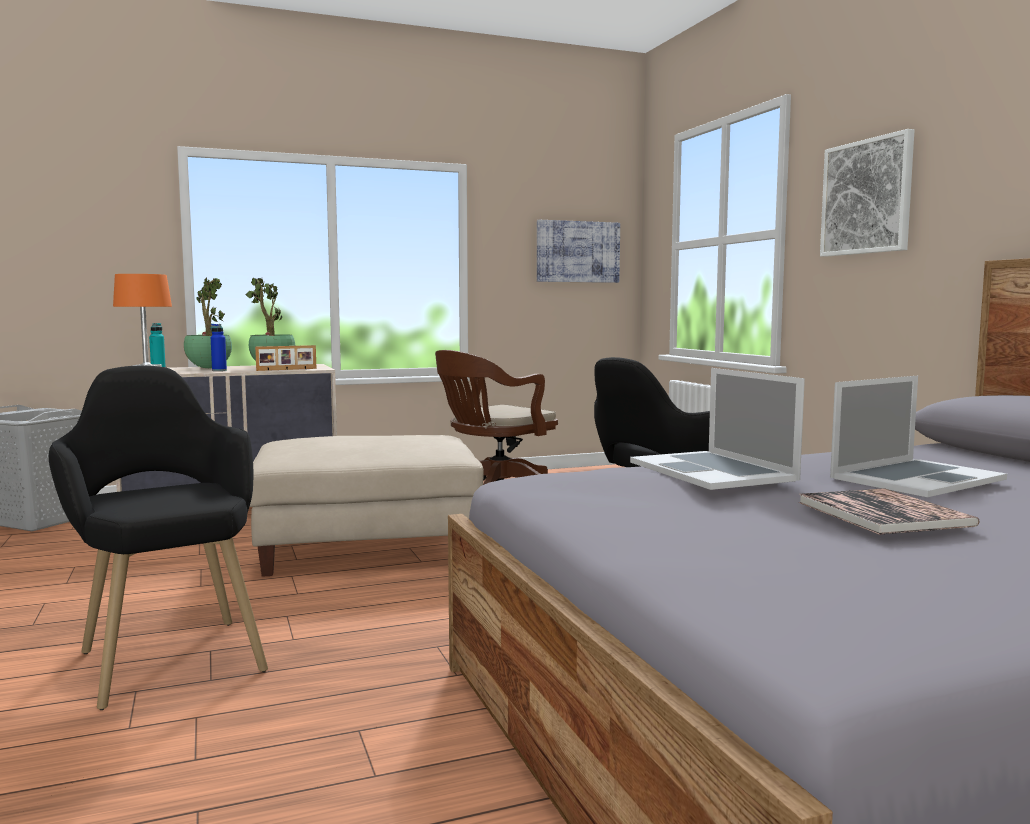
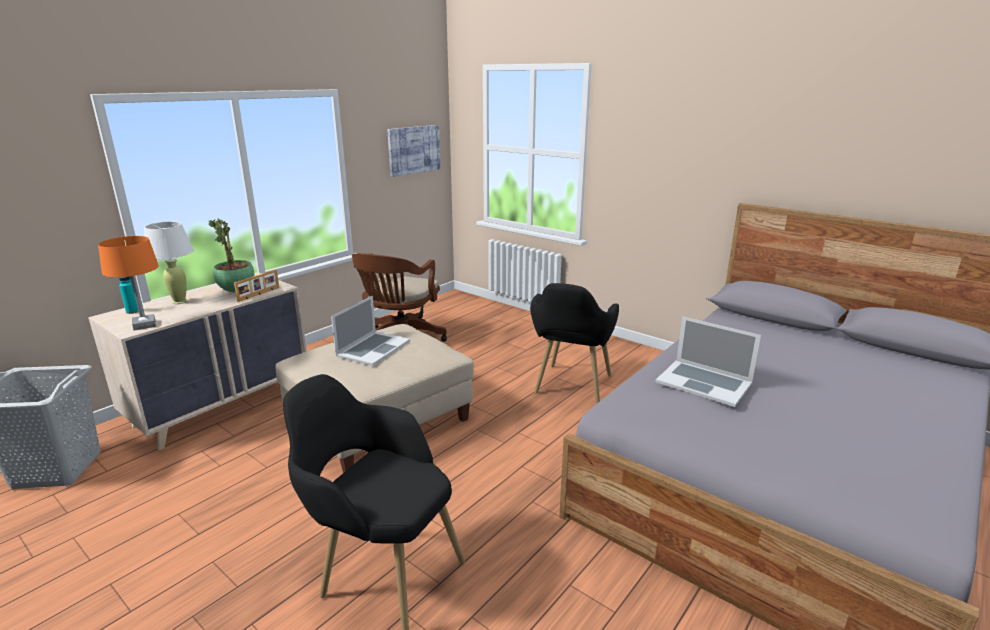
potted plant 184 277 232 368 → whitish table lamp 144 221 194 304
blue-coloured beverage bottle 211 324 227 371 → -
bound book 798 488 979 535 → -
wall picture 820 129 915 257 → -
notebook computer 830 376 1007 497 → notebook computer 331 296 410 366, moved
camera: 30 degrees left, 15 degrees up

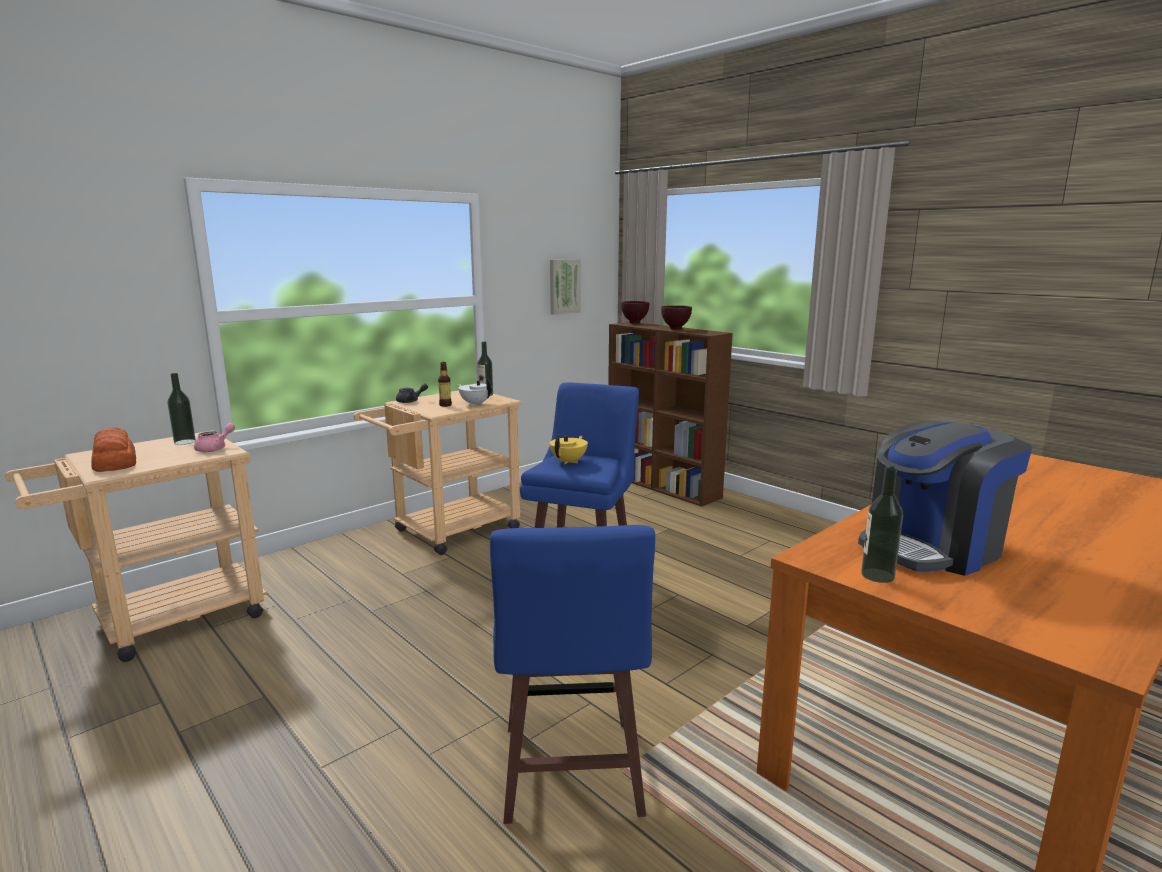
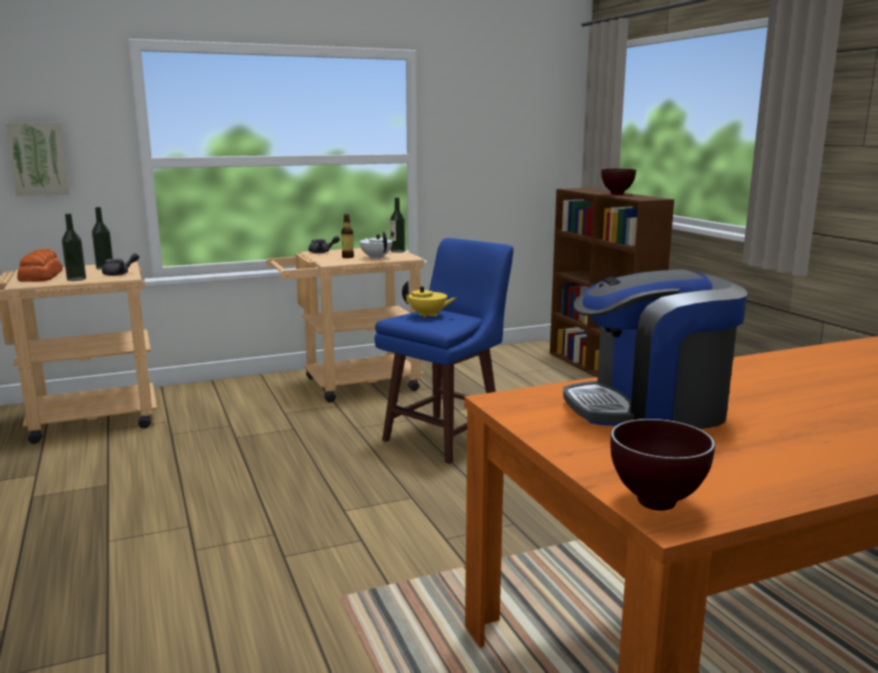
pinkish pot for tea 194 423 235 452 → greyish pot for tea 102 253 139 276
blue-coloured stool 490 525 655 824 → -
wall picture 550 259 580 315 → wall picture 5 122 69 196, moved
yellow-coloured pot for tea 550 434 588 464 → yellow-coloured pot for tea 402 281 456 318, 60 degrees clockwise
brownish deep dish 621 301 649 323 → brownish deep dish 610 419 715 511, moved
beverage bottle 861 466 903 583 → beverage bottle 62 214 86 281, moved
camera: 20 degrees right, 0 degrees up

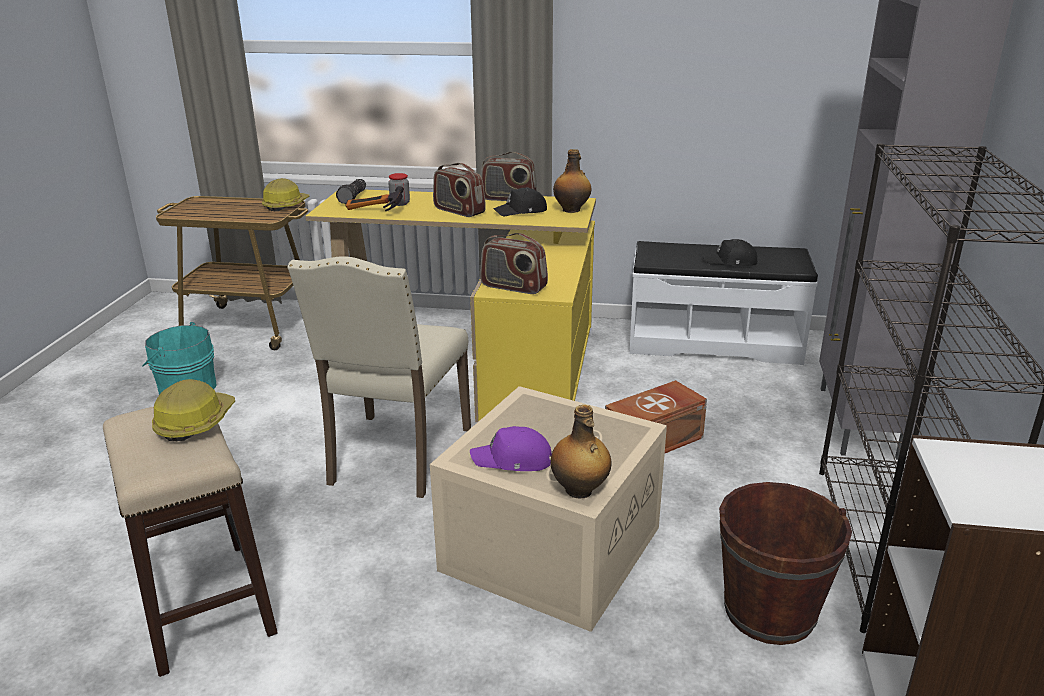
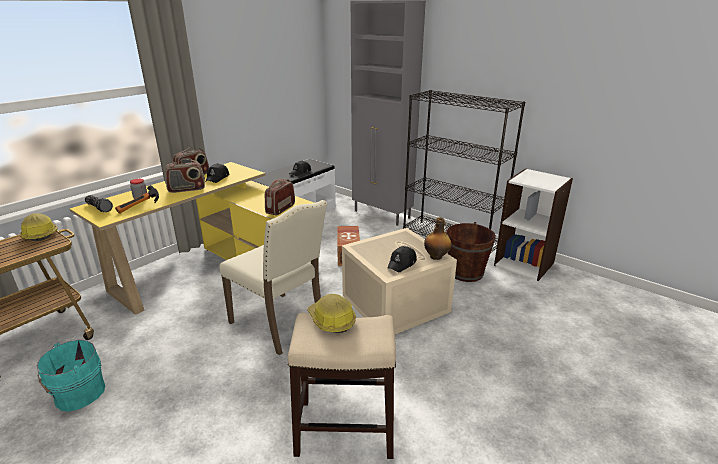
purple-coloured baseball cap 470 426 552 471 → blackish baseball cap 387 246 417 272
radio receiver 480 233 548 294 → radio receiver 265 179 295 216, 150 degrees clockwise
beverage bottle 553 149 591 213 → -
camera: 60 degrees left, 0 degrees up

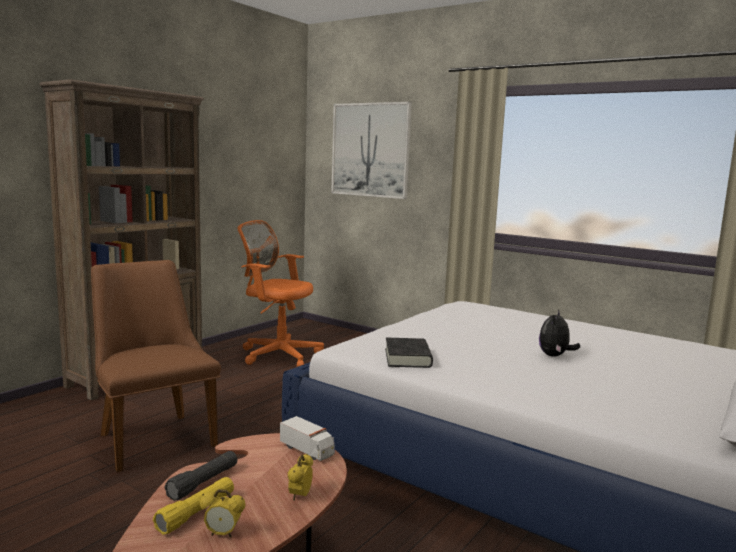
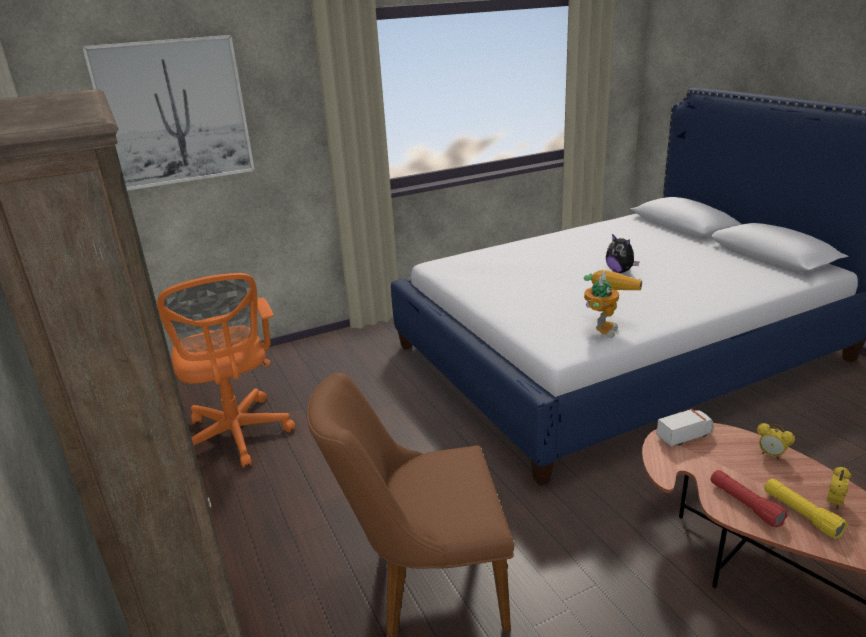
blackish hand torch 164 451 237 501 → red hand torch 711 470 788 528
orange-coloured office chair 238 220 324 367 → orange-coloured office chair 157 273 296 468, 75 degrees counterclockwise
blackish bound book 385 338 433 368 → model robot 584 270 642 338
camera: 60 degrees left, 15 degrees up

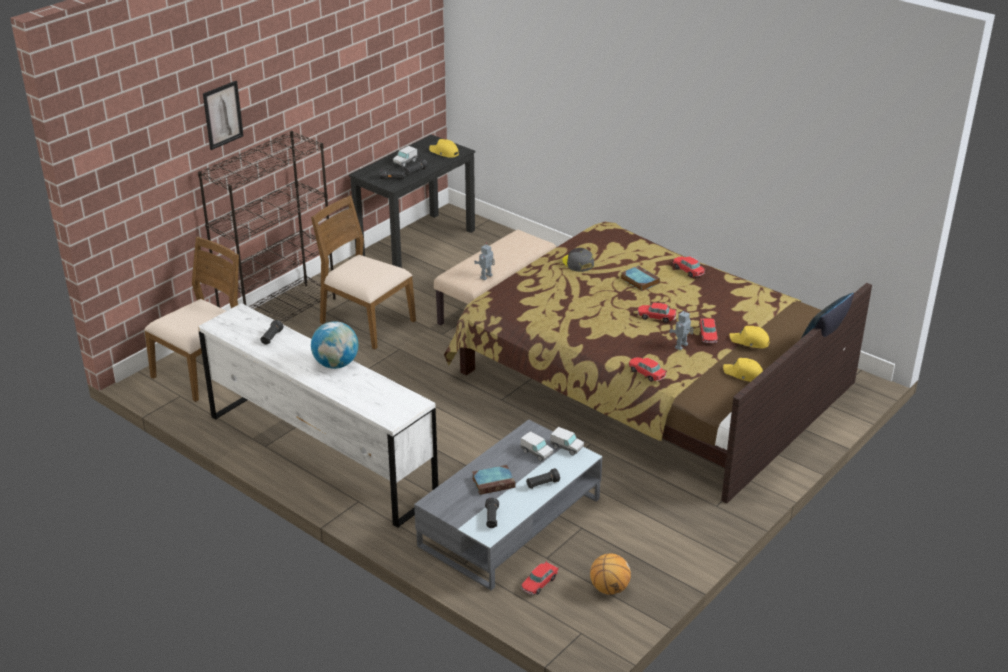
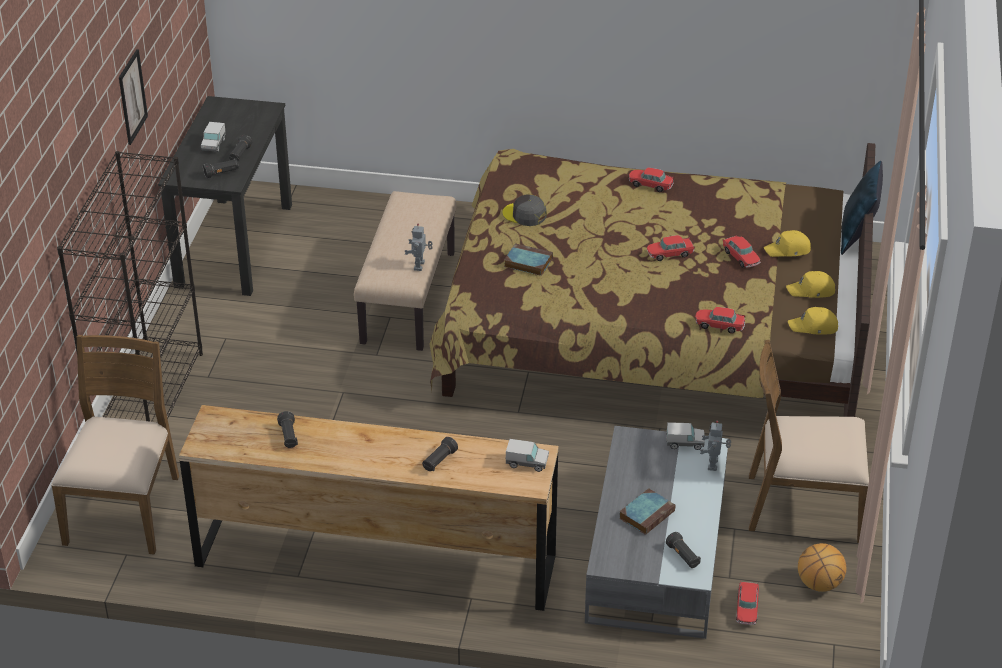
whitish drawer chest 198 303 438 528 → brownish drawer chest 179 405 558 611
wall picture 203 81 243 150 → wall picture 119 49 148 145, moved
brownish upright chair 311 195 416 349 → brownish upright chair 749 340 869 543, moved
desk globe 311 321 358 369 → -
yellow-coloured baseball cap 429 139 459 158 → yellow-coloured baseball cap 788 307 838 335, moved
model truck 521 431 554 461 → model truck 505 439 549 472, moved
blackish hand torch 526 468 560 489 → blackish hand torch 422 437 458 471, moved
bound book 621 266 660 291 → bound book 504 243 553 276, moved
model robot 670 309 694 350 → model robot 700 421 731 471, moved
camera: 30 degrees left, 5 degrees up

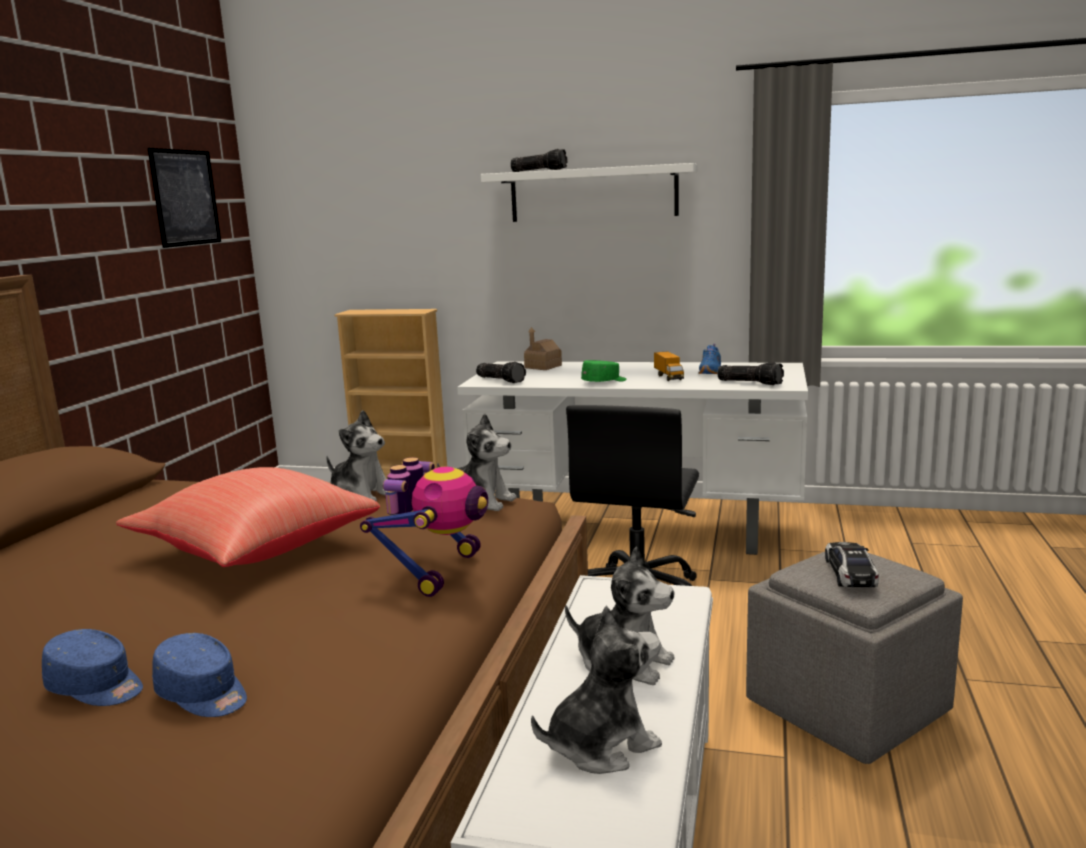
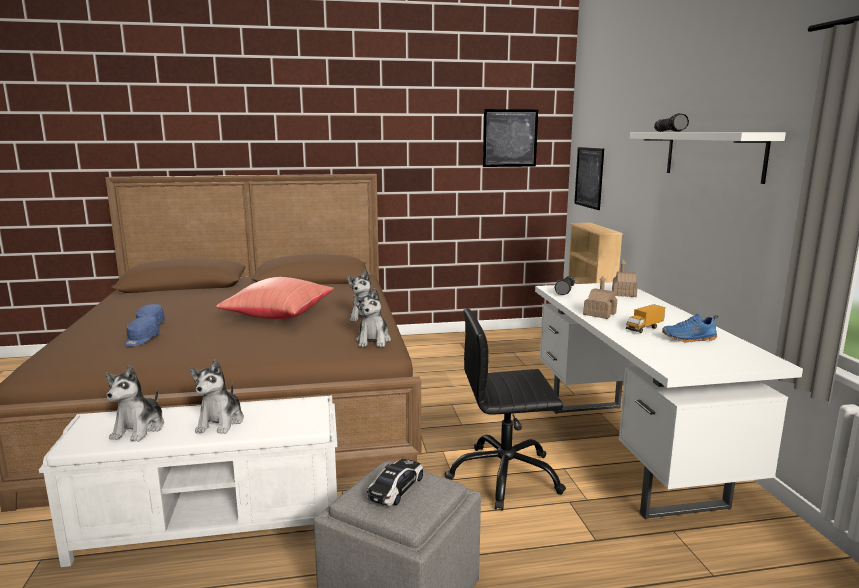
model robot 360 457 488 597 → -
cuddly toy 531 606 662 774 → cuddly toy 106 365 164 442, 60 degrees clockwise
green-coloured baseball cap 581 360 626 382 → toy house 583 276 617 319
hand torch 717 362 784 385 → -
toy car 825 542 879 587 → toy car 367 459 423 506, 45 degrees counterclockwise
- → wall picture 574 147 604 210
camera: 65 degrees right, 0 degrees up

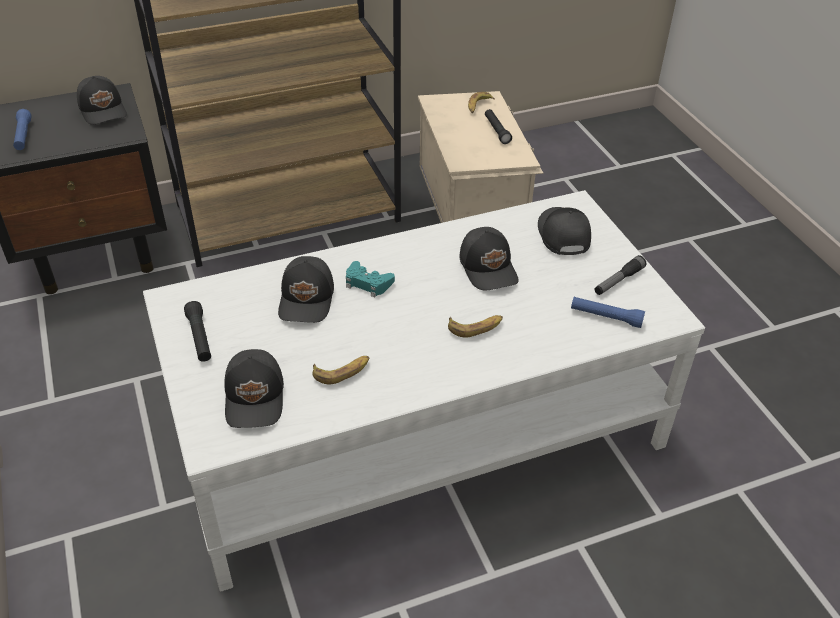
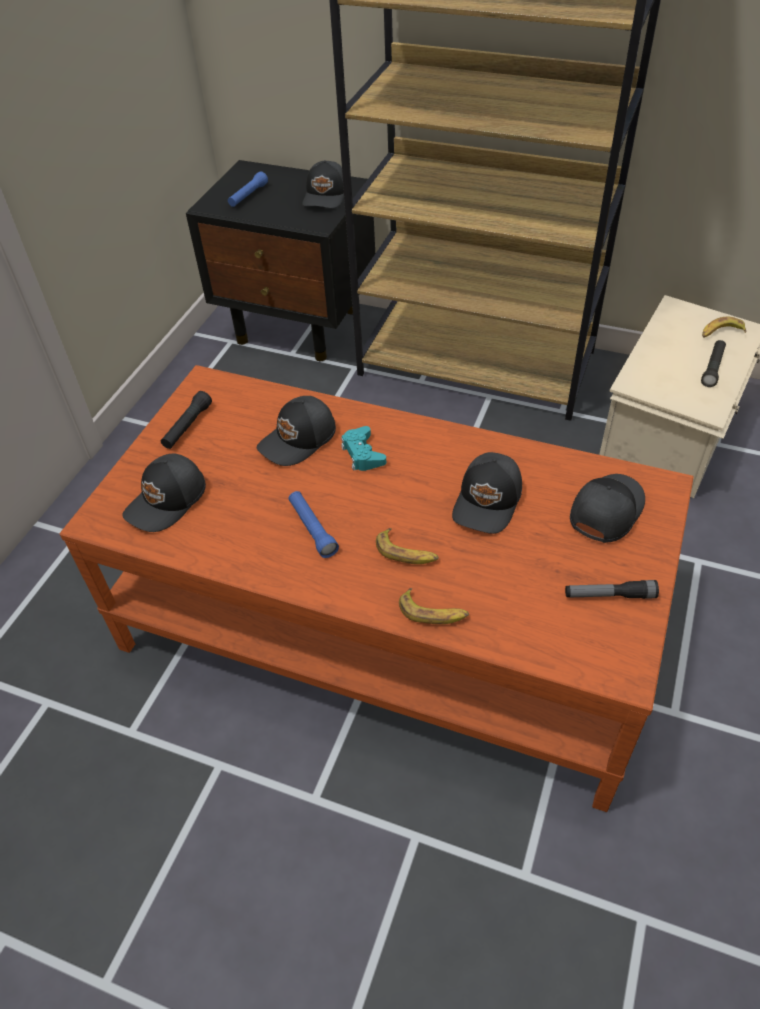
whitish coffee table 143 190 705 592 → brownish coffee table 59 365 694 812
whole banana 313 356 369 384 → whole banana 399 588 469 624, moved
blue-coloured hand torch 571 297 645 328 → blue-coloured hand torch 288 491 339 558, moved
camera: 45 degrees right, 5 degrees up

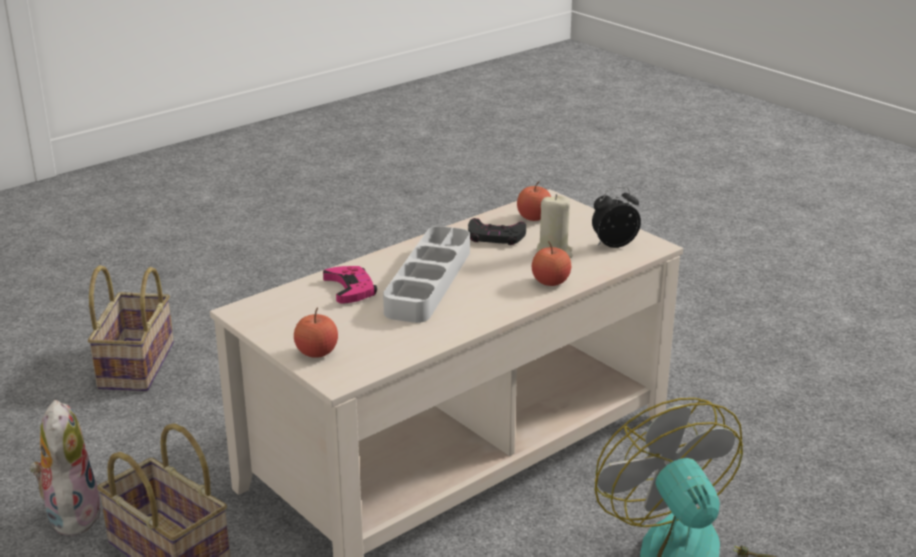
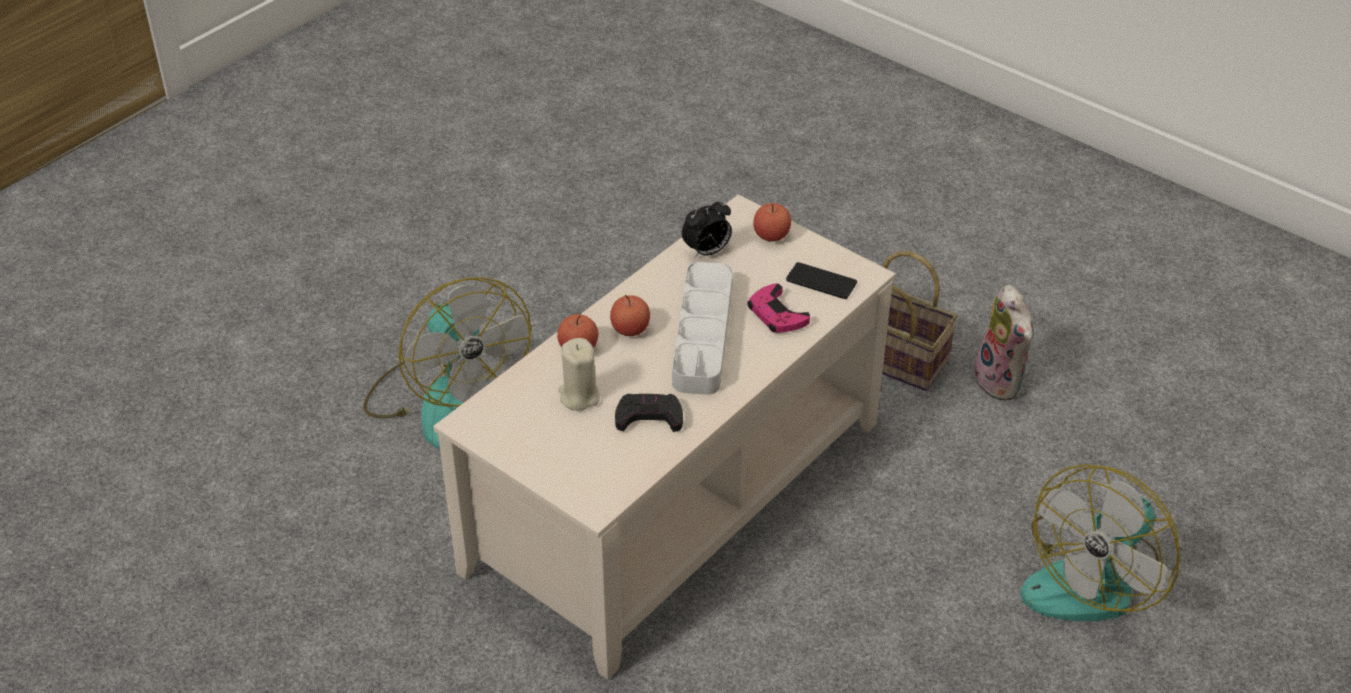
household basket 88 265 174 391 → cooling fan 1021 464 1180 621
apple fruit 517 182 551 221 → apple fruit 610 295 650 336, moved
alarm clock 592 186 641 248 → alarm clock 682 199 732 259, moved
- → handset 786 262 857 299
camera: 170 degrees right, 15 degrees up

